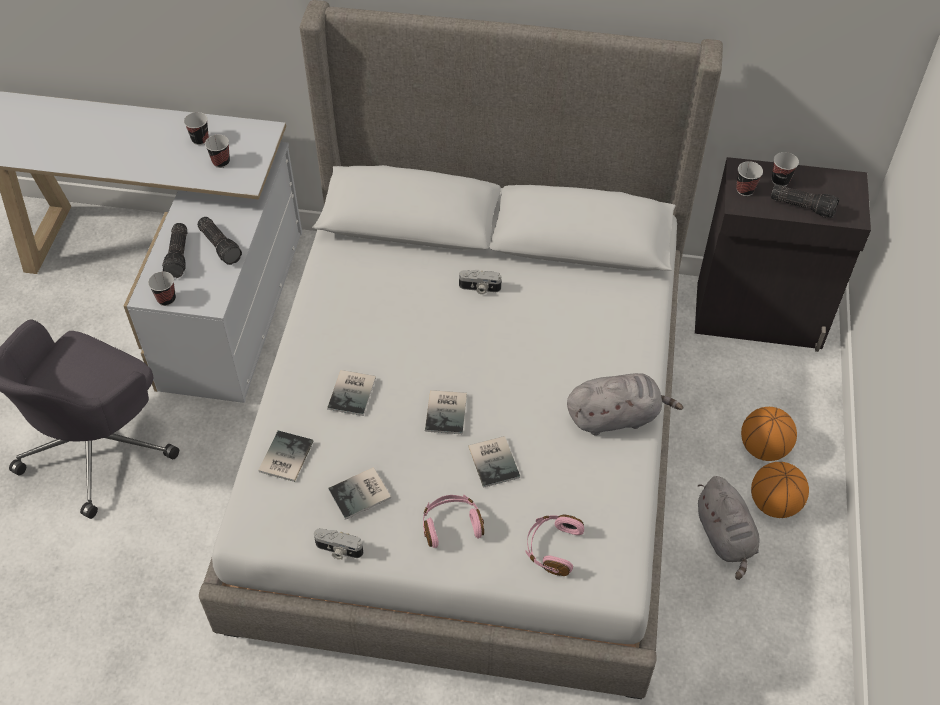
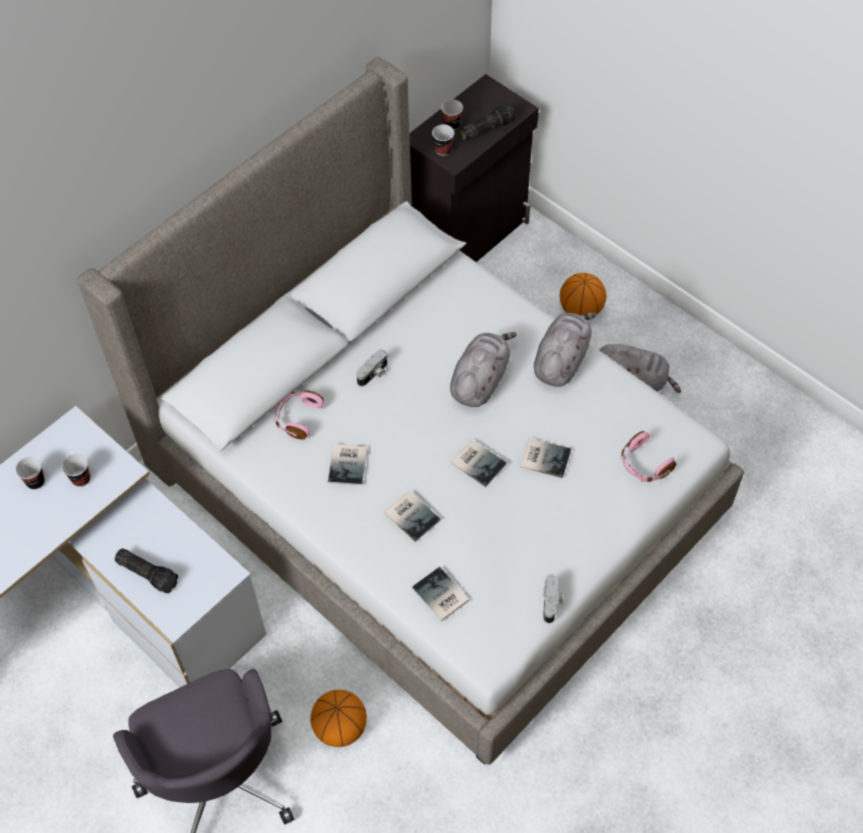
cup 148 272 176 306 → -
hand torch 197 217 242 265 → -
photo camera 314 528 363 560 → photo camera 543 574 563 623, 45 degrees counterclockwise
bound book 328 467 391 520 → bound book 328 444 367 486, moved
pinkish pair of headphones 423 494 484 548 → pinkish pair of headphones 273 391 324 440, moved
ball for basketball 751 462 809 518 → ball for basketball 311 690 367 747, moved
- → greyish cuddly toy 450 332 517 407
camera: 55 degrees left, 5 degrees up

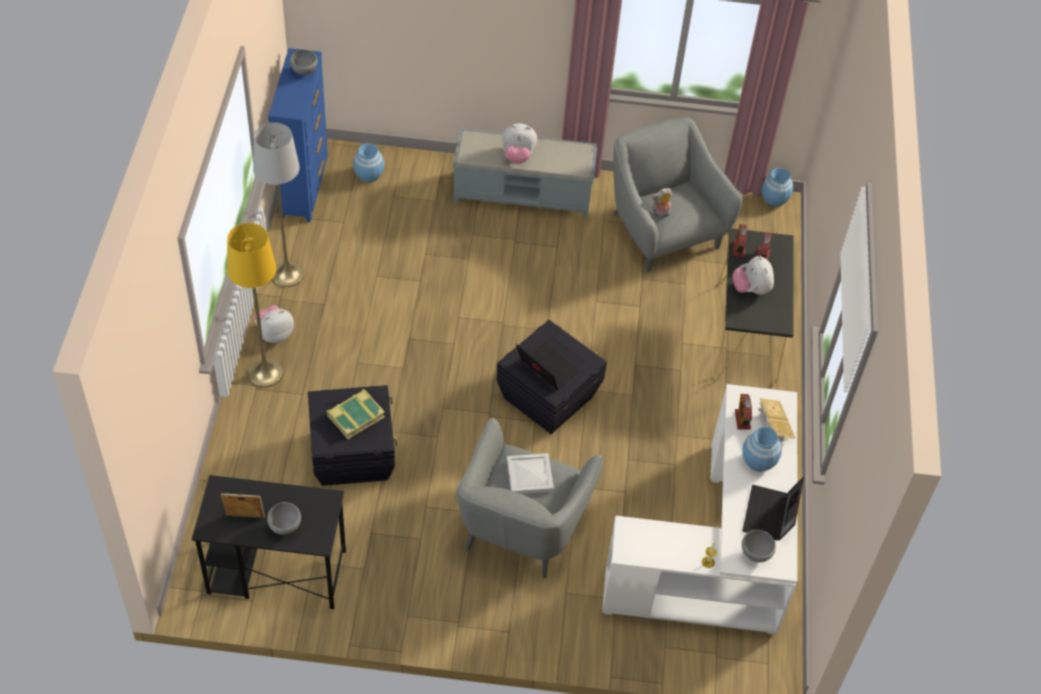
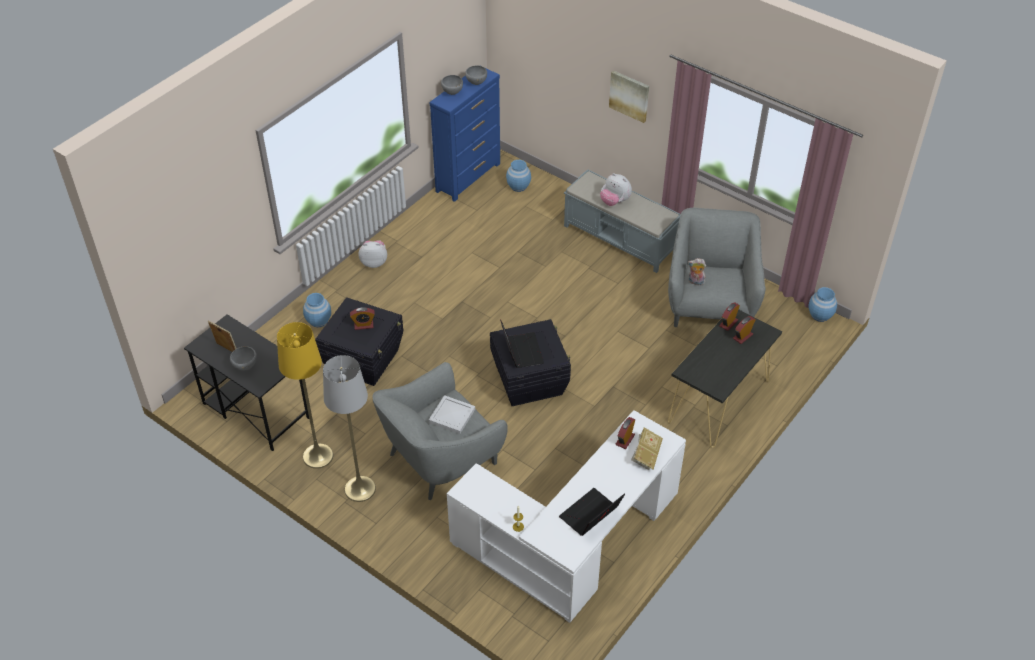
yellow-coloured standing lamp 227 223 283 387 → yellow-coloured standing lamp 277 322 333 469, moved
greyish standing lamp 253 122 304 287 → greyish standing lamp 323 355 376 502, moved
bound book 326 389 385 439 → alarm clock 350 308 375 330
cuddly toy 732 256 774 295 → -
blue-coloured vase 742 427 782 472 → blue-coloured vase 303 293 331 327, moved
greyish deep dish 742 530 776 562 → greyish deep dish 441 75 463 95, moved
- → wall picture 609 70 649 123
camera: 35 degrees right, 5 degrees down

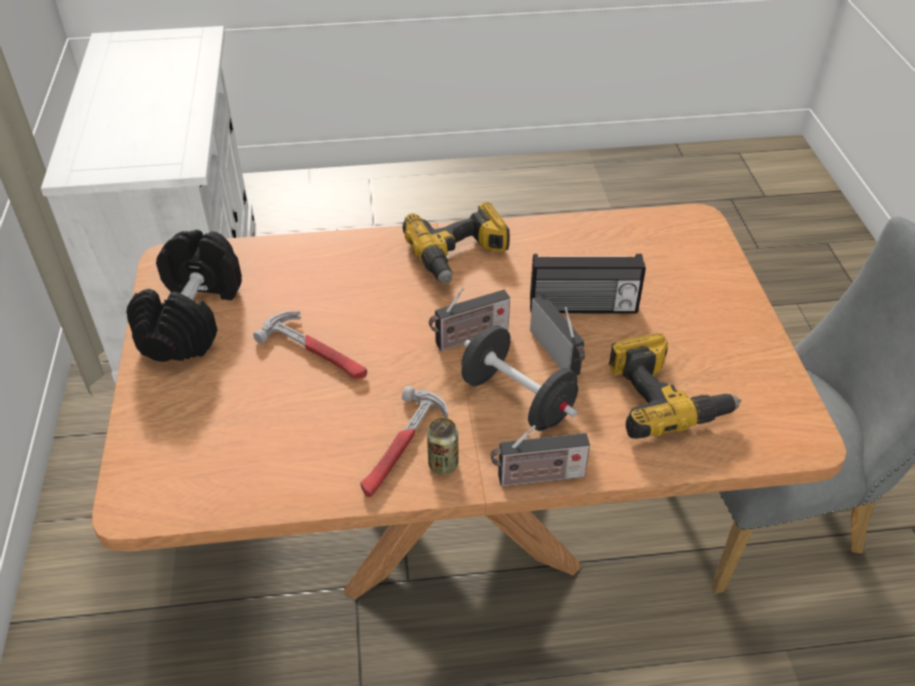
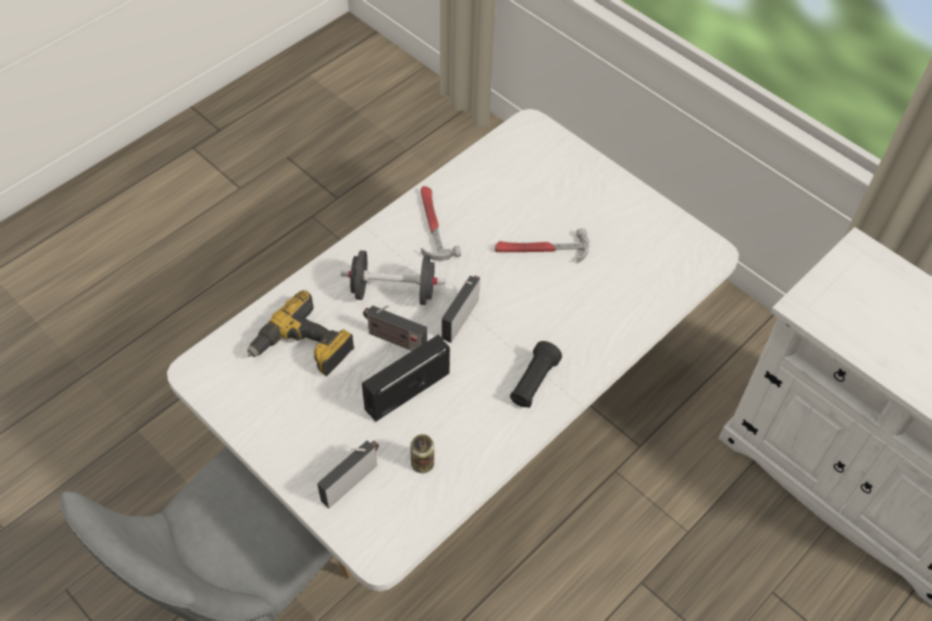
brownish dining table 92 204 846 600 → whitish dining table 167 109 739 592
blackish hand weight 126 230 242 362 → -
drill 403 202 510 284 → blackish hand torch 510 341 562 408
metal can 427 418 458 474 → metal can 410 434 434 473, moved
radio receiver 491 425 590 487 → radio receiver 317 441 379 509, moved
camera: 140 degrees right, 10 degrees up

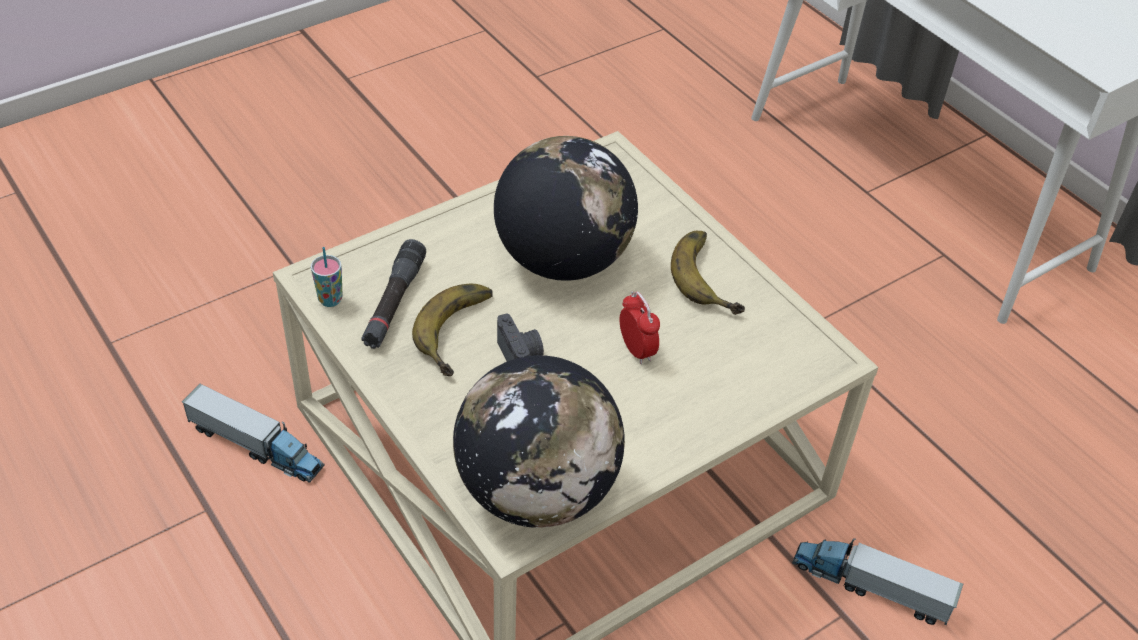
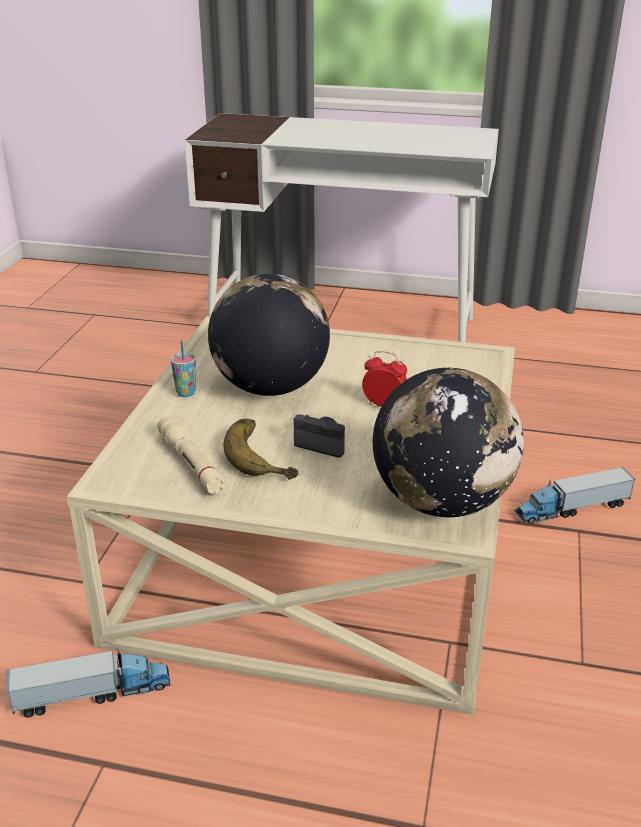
cup 311 247 343 307 → cup 171 340 196 397, moved
blackish hand torch 362 239 426 349 → beige-coloured hand torch 157 414 225 494
whole banana 671 231 745 315 → -
camera: 40 degrees left, 15 degrees down

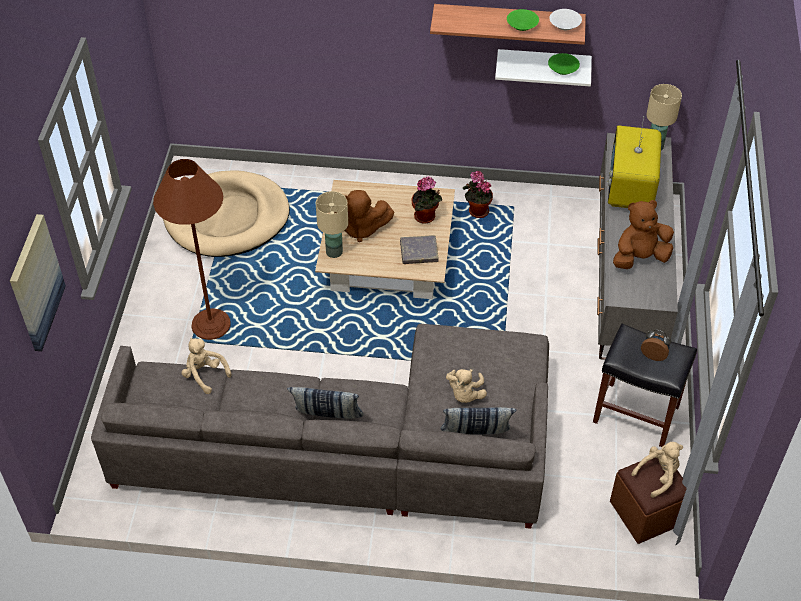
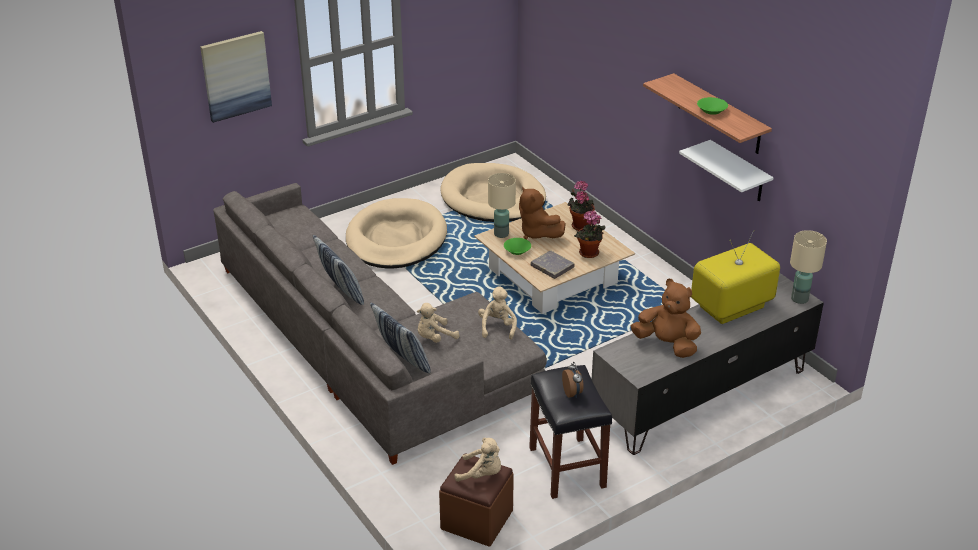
brownish standing lamp 153 159 231 340 → beige-coloured pet bed 346 198 447 269
beige-coloured cuddly toy 181 338 231 394 → beige-coloured cuddly toy 478 286 517 339, moved
potted plant 463 171 493 218 → potted plant 568 181 594 231, moved
green-coloured deep dish 548 53 580 75 → green-coloured deep dish 504 238 531 255, moved
whitish deep dish 549 9 582 30 → -
camera: 50 degrees right, 15 degrees down

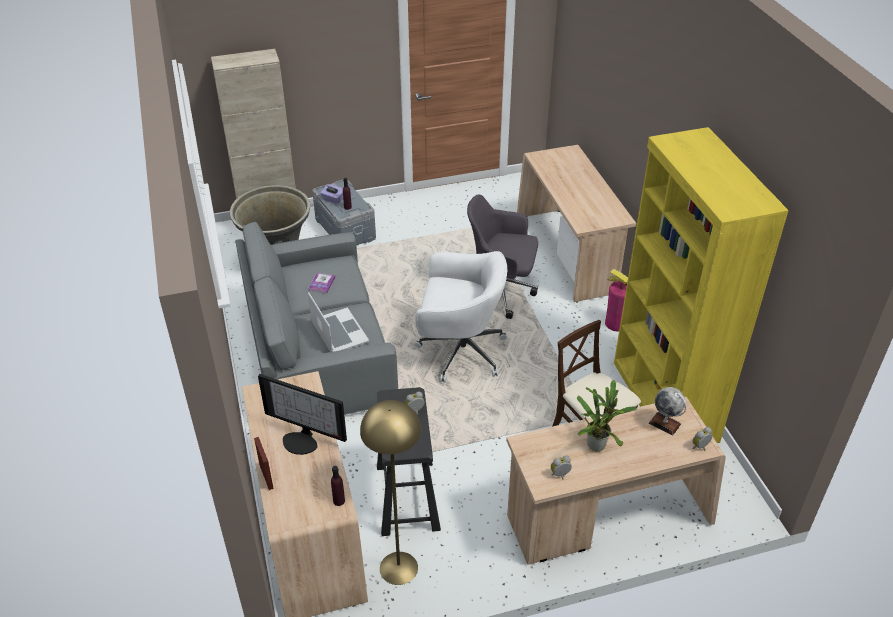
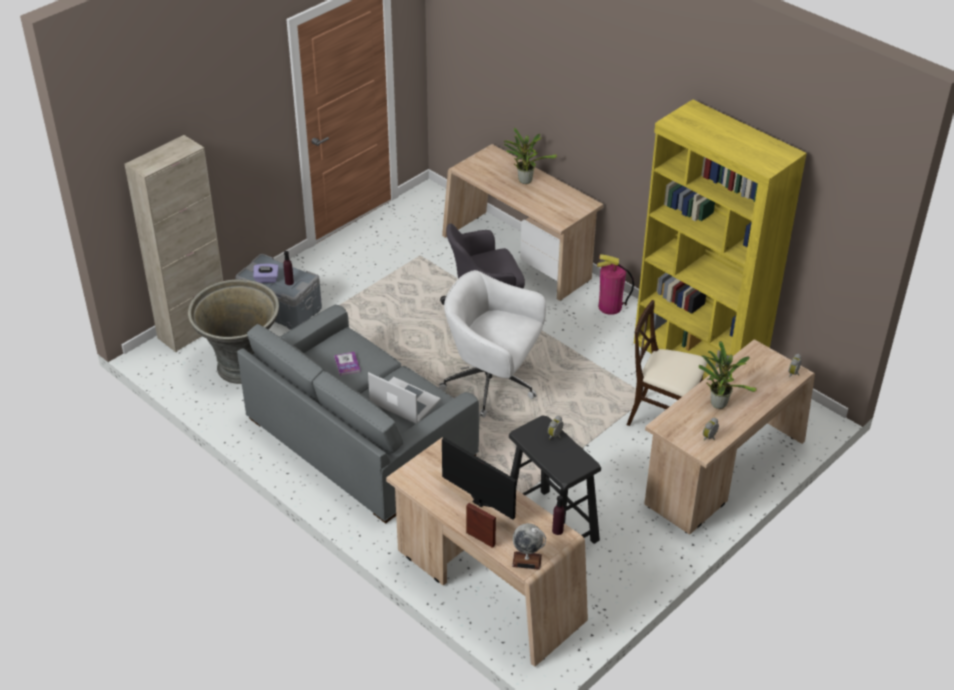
computer display 258 374 347 455 → computer display 442 438 517 520, 135 degrees counterclockwise
yellow-coloured standing lamp 360 400 421 585 → -
whitish office chair 415 251 507 383 → whitish office chair 439 270 546 418, 135 degrees counterclockwise
desk globe 649 387 687 436 → desk globe 512 523 546 570, moved
- → potted plant 503 128 557 184
camera: 30 degrees left, 0 degrees up

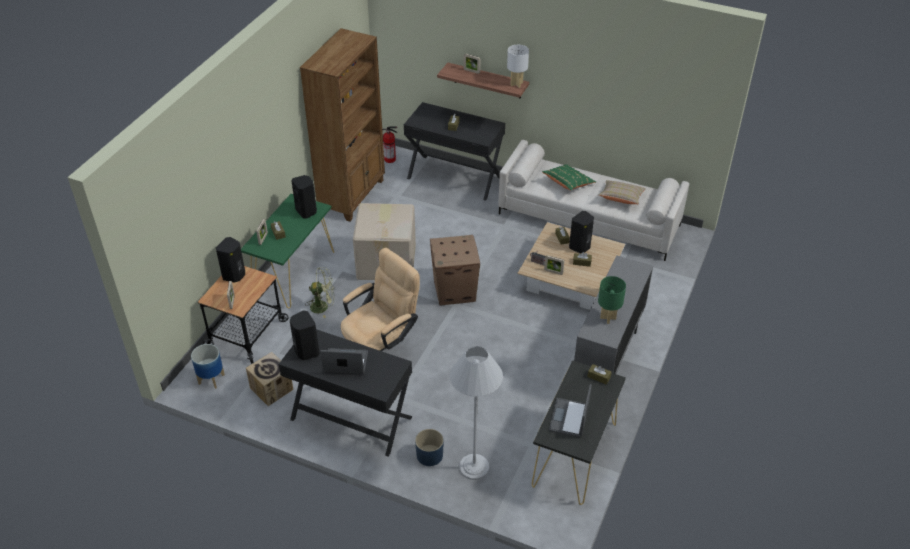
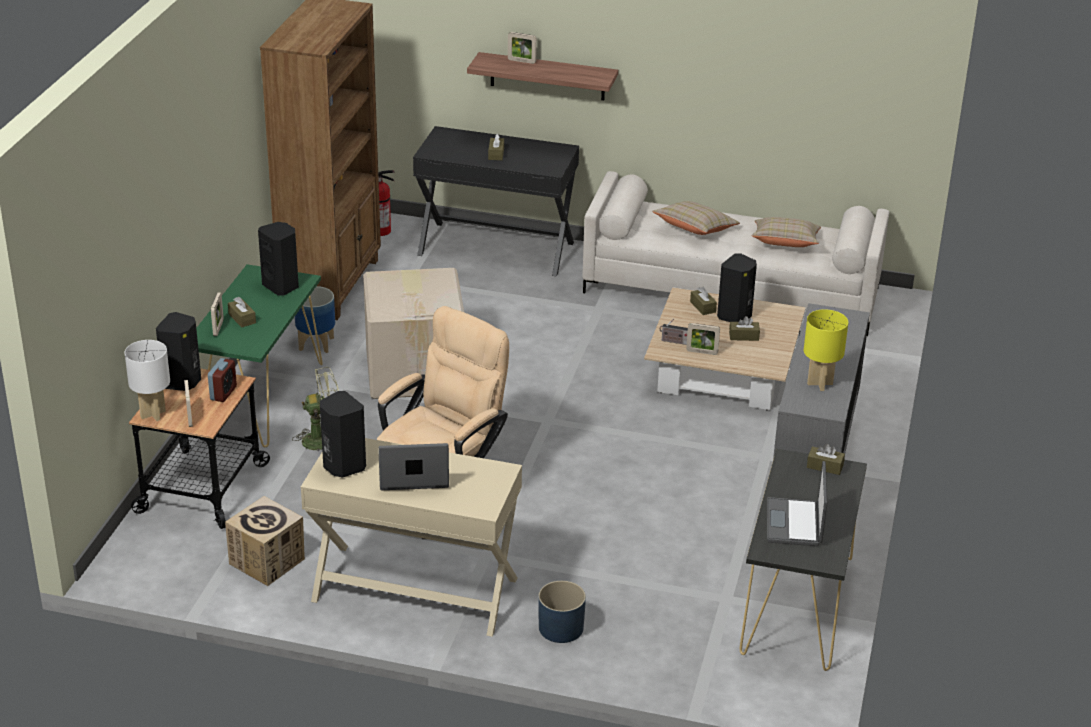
flower pot 191 344 225 389 → flower pot 295 286 335 353, moved
blackish desk unit 279 329 413 457 → beige-coloured desk unit 301 438 522 637
cardboard box 430 235 480 305 → -
whitish standing lamp 450 346 503 480 → -
whitish table lamp 507 45 529 88 → whitish table lamp 125 340 170 421, moved
green-coloured throw pillow 542 164 596 190 → beige-coloured throw pillow 652 201 740 235
green-coloured table lamp 598 276 626 324 → yellow-coloured table lamp 804 309 848 391
- → alarm clock 208 358 237 402
camera: 10 degrees left, 10 degrees down

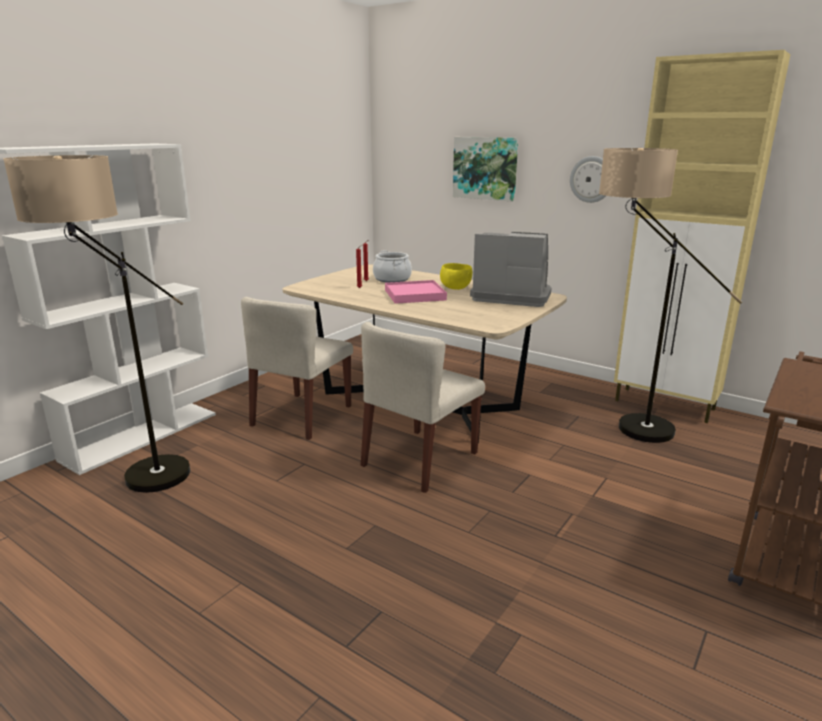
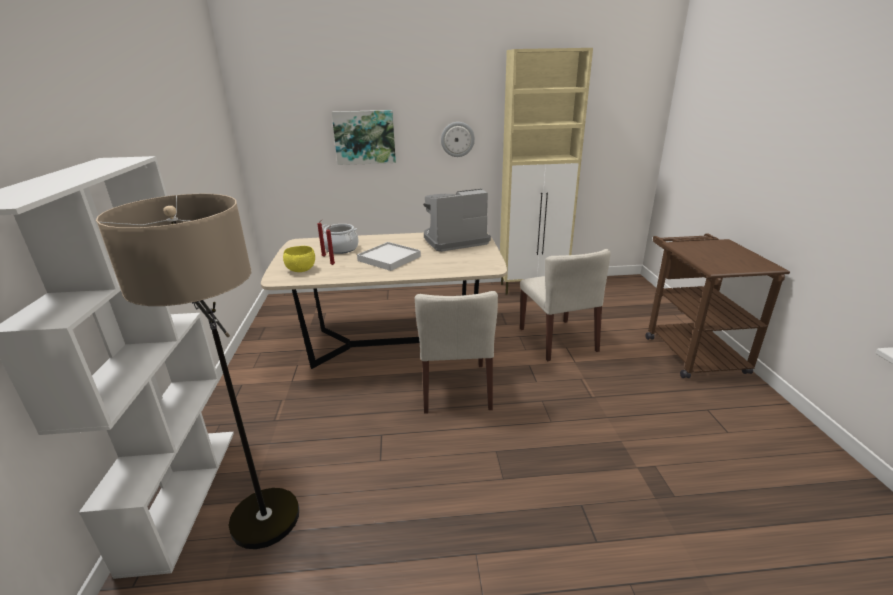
beige-coloured upright chair 241 297 353 440 → beige-coloured upright chair 520 249 611 361, moved
pinkish serving tray 385 280 447 304 → whitish serving tray 357 242 421 271
yellow-coloured deep dish 440 263 472 290 → yellow-coloured deep dish 283 246 315 272, moved
standing lamp 599 148 742 443 → -
camera: 40 degrees left, 5 degrees up

